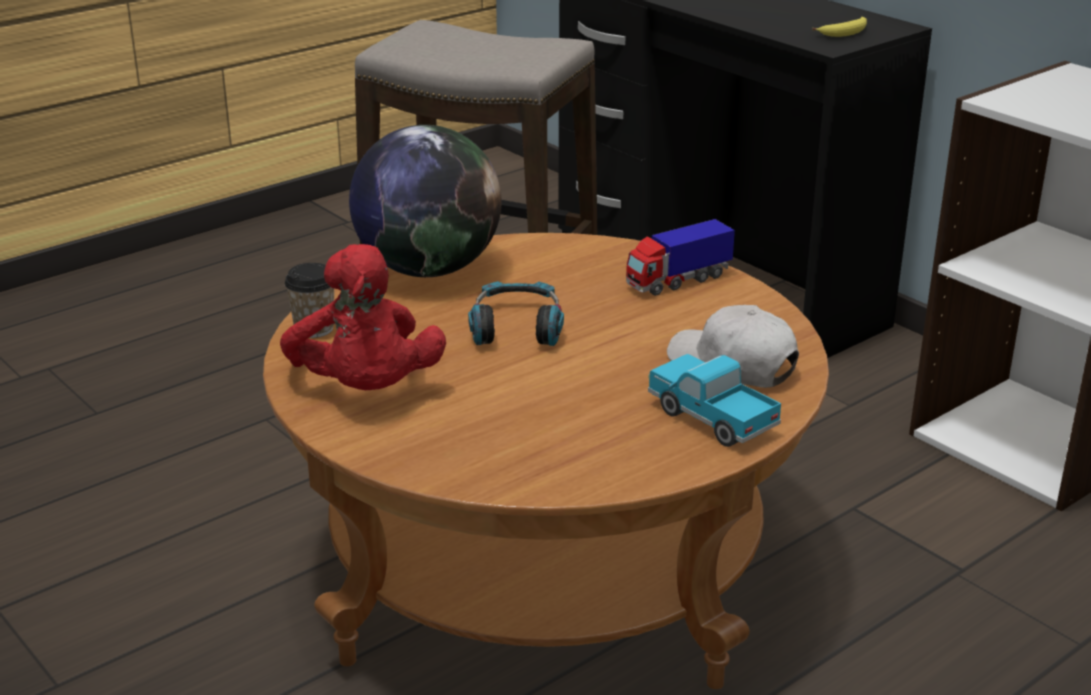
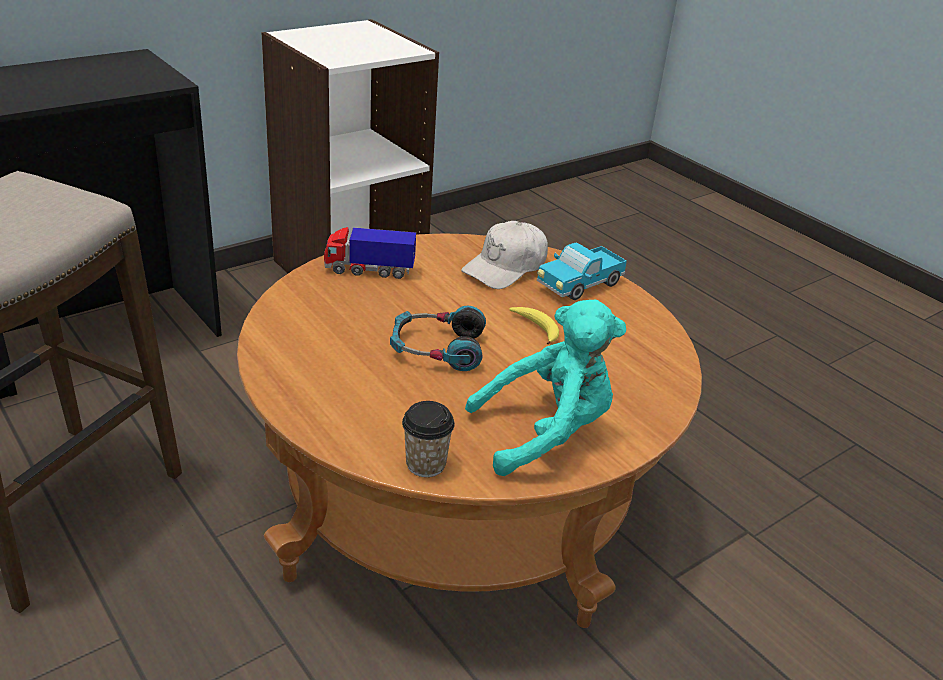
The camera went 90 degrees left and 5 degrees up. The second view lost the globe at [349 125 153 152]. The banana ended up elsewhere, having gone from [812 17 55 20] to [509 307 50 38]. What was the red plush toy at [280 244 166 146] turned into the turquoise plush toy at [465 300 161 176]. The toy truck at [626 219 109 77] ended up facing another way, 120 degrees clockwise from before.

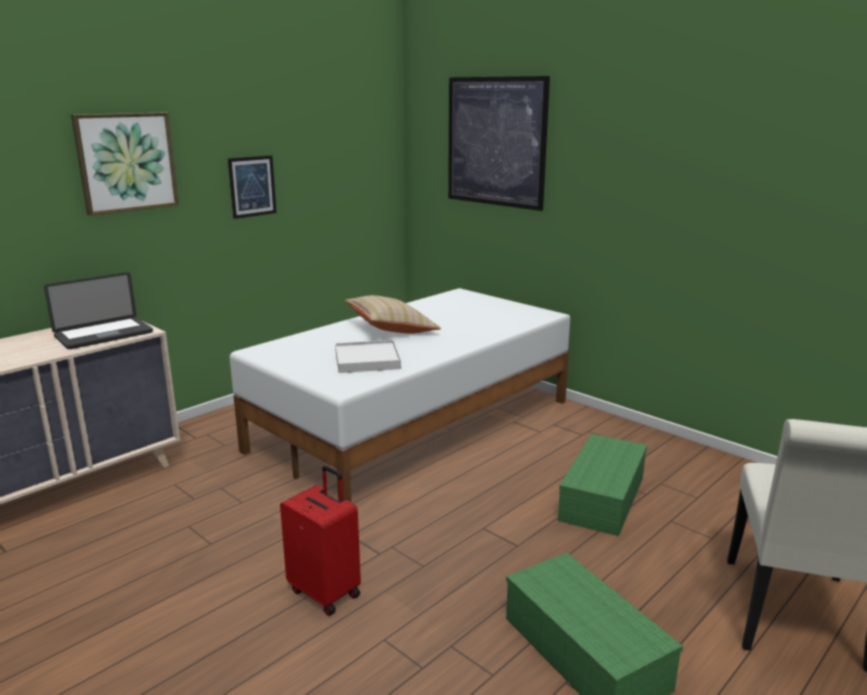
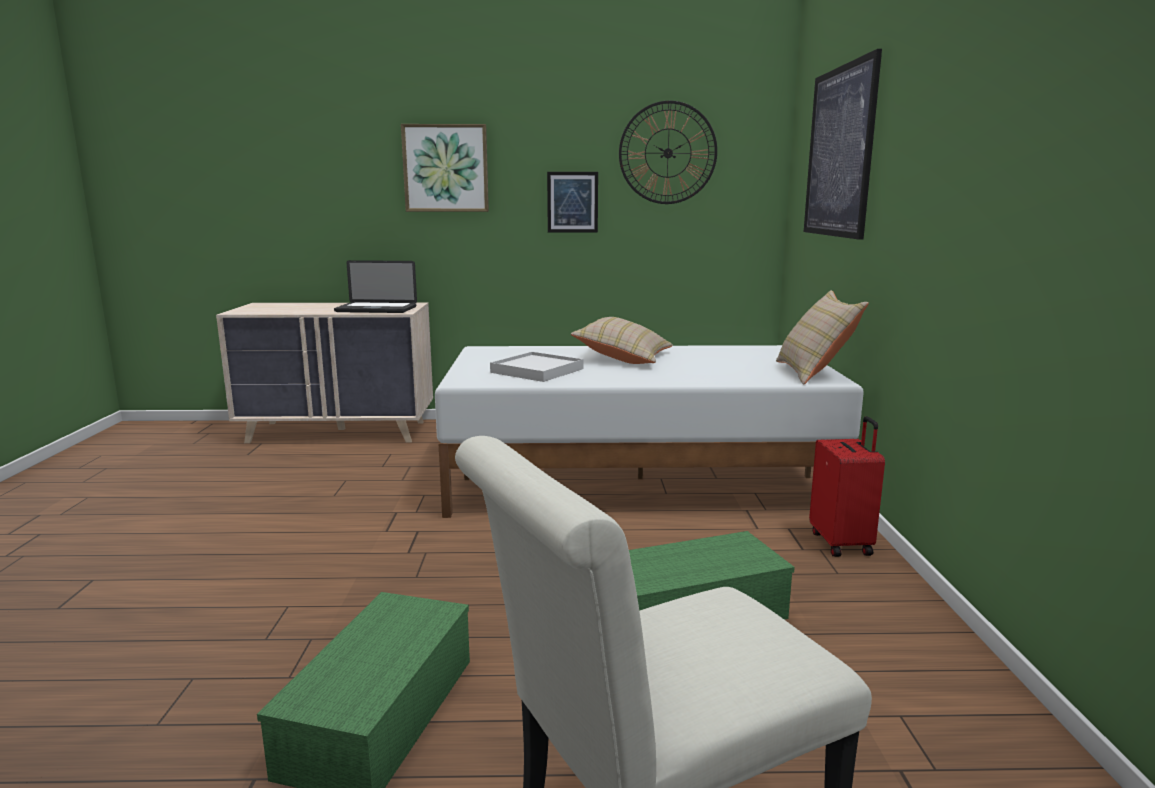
The camera went 45 degrees right and 5 degrees down. The second view gained the wall clock at [619 101 98 103]. The second view gained the beige pillow at [776 290 93 95]. The red suitcase ended up elsewhere, having gone from [280 466 81 150] to [809 416 76 141].

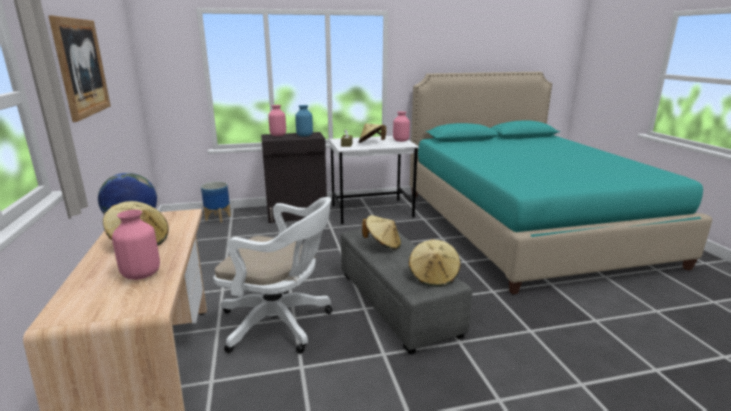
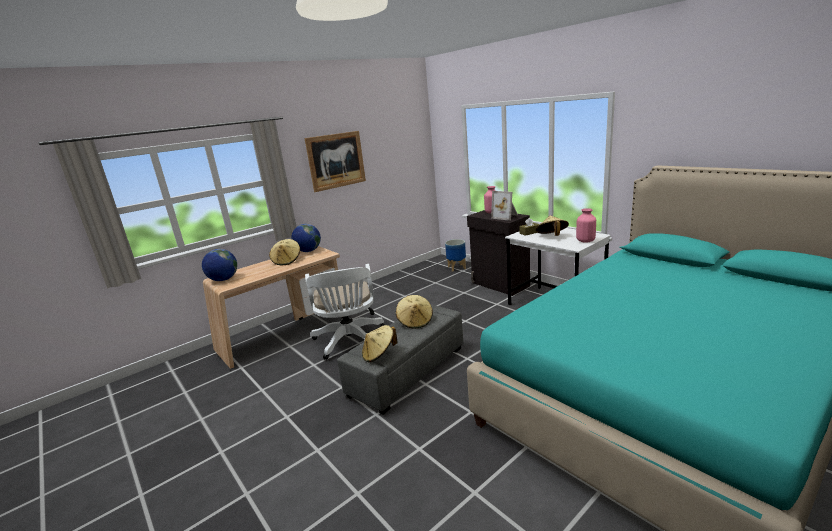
The camera went 65 degrees right and 0 degrees up. The second view lost the pink vase at [112 210 48 70]. The second view gained the globe at [202 249 35 32]. Where the blue vase stood at [295 105 18 32], the picture frame came to stand at [491 191 27 30].

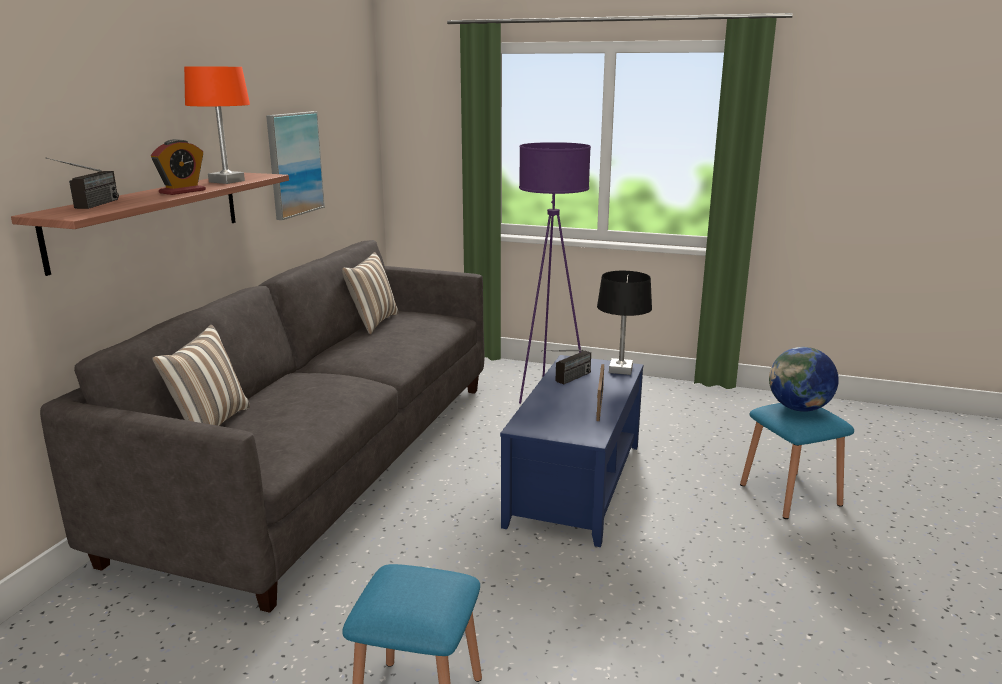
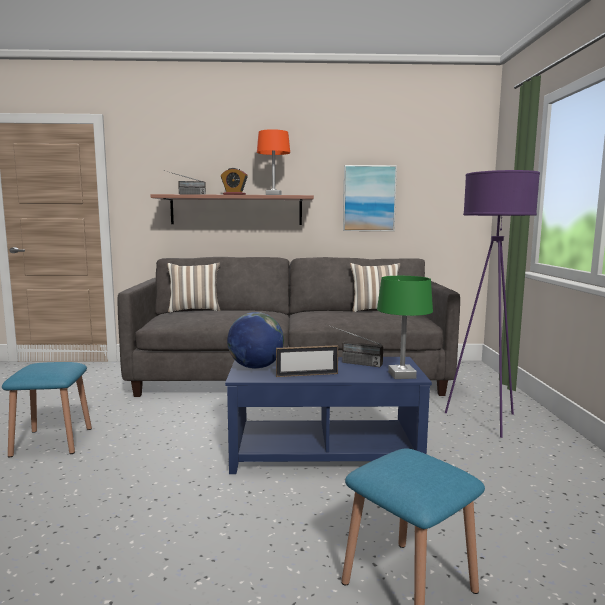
The camera went 70 degrees right and 10 degrees down. The globe ended up elsewhere, having gone from [769 347 70 65] to [227 312 57 57]. What was the black table lamp at [597 271 55 104] turned into the green table lamp at [377 276 56 103].

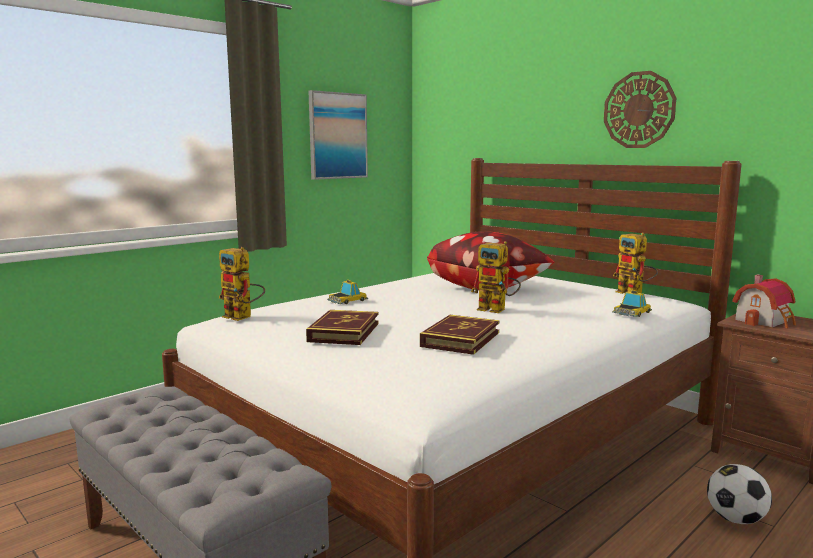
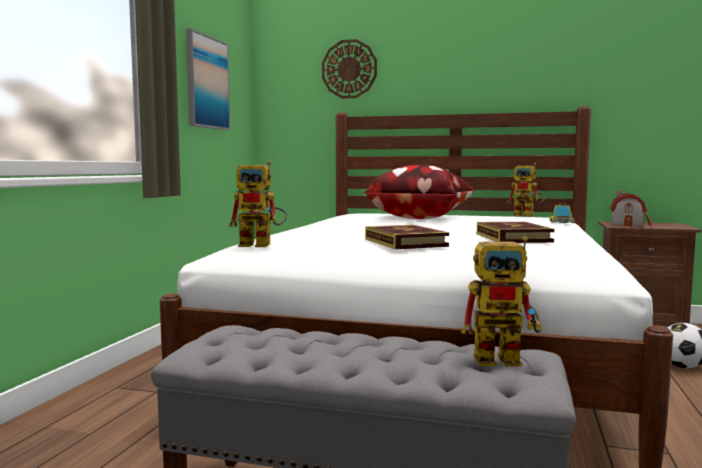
The camera went 30 degrees left and 5 degrees down. The second view lost the toy car at [327 280 41 24]. The toy robot ended up elsewhere, having gone from [471 241 50 72] to [461 236 80 130]. The wall clock ended up elsewhere, having gone from [604 71 72 77] to [322 39 55 60].

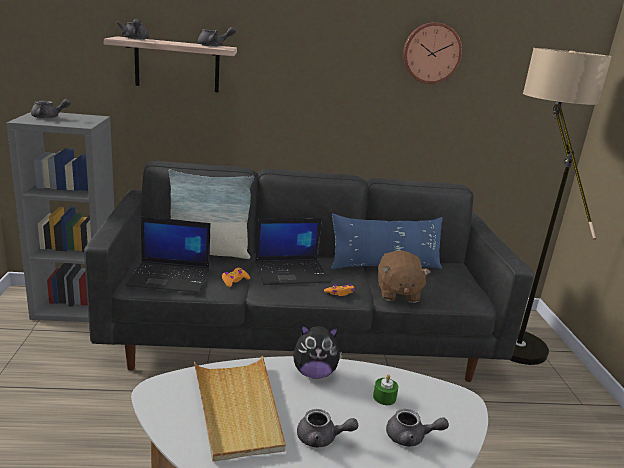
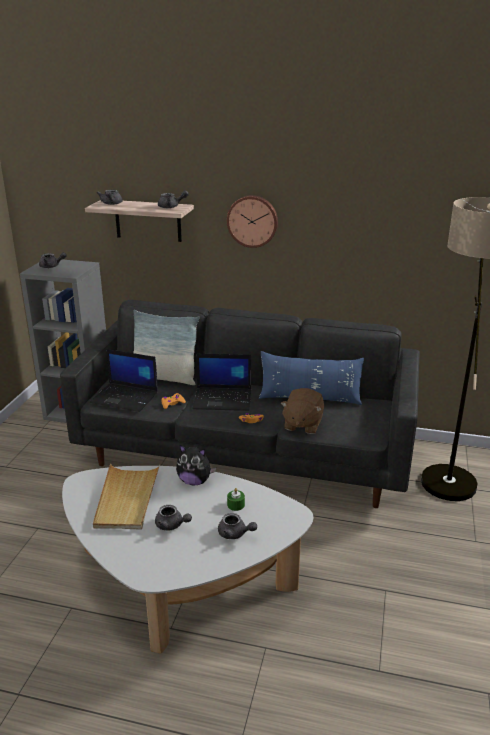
The camera went 20 degrees right and 5 degrees up. The wall clock ended up elsewhere, having gone from [403 22 59 62] to [227 195 51 53].

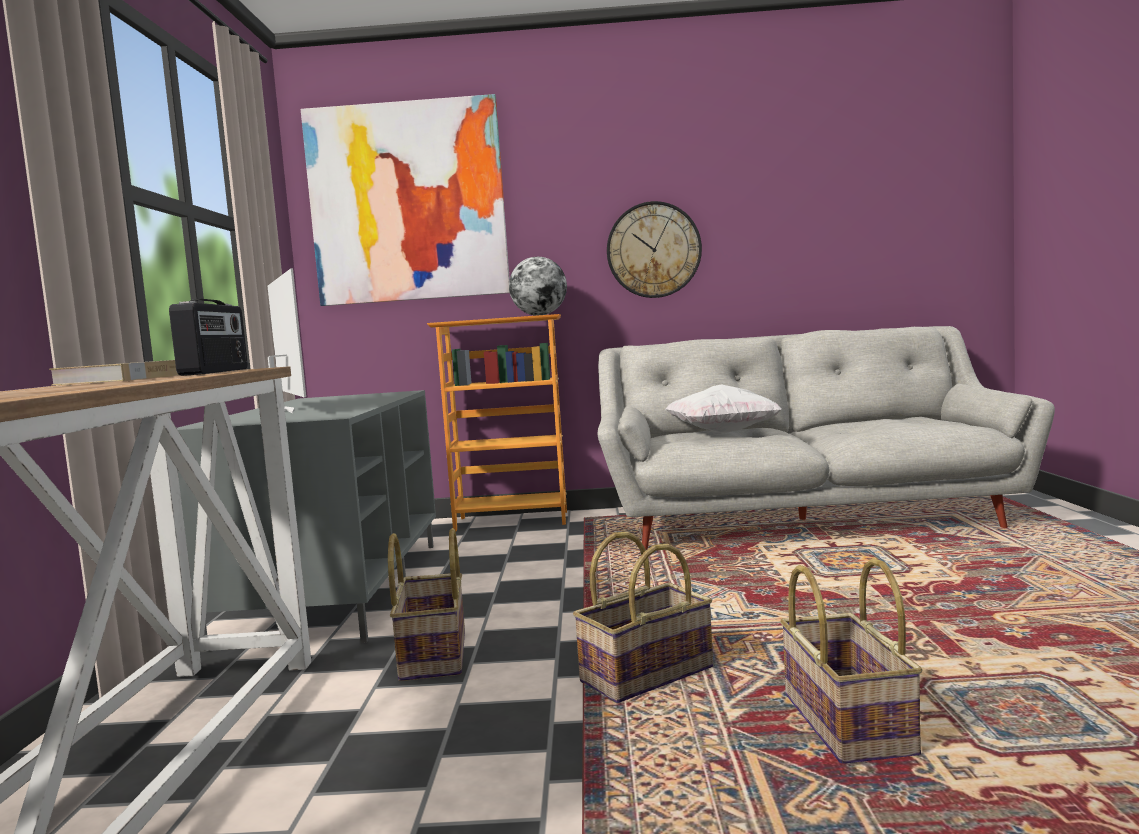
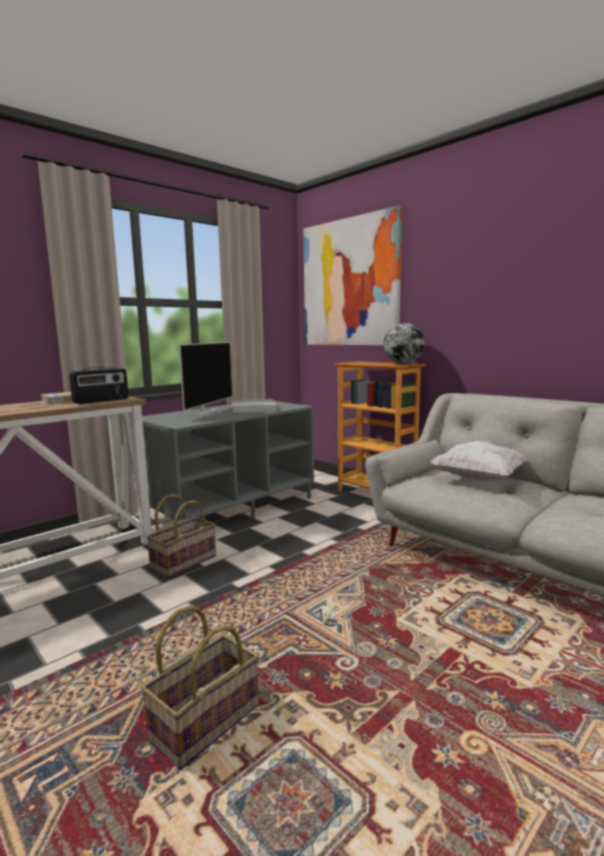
The camera went 45 degrees right and 5 degrees up. The second view lost the basket at [573 532 140 171]. The second view lost the wall clock at [607 201 95 97]. The second view gained the white tray at [232 399 45 14].

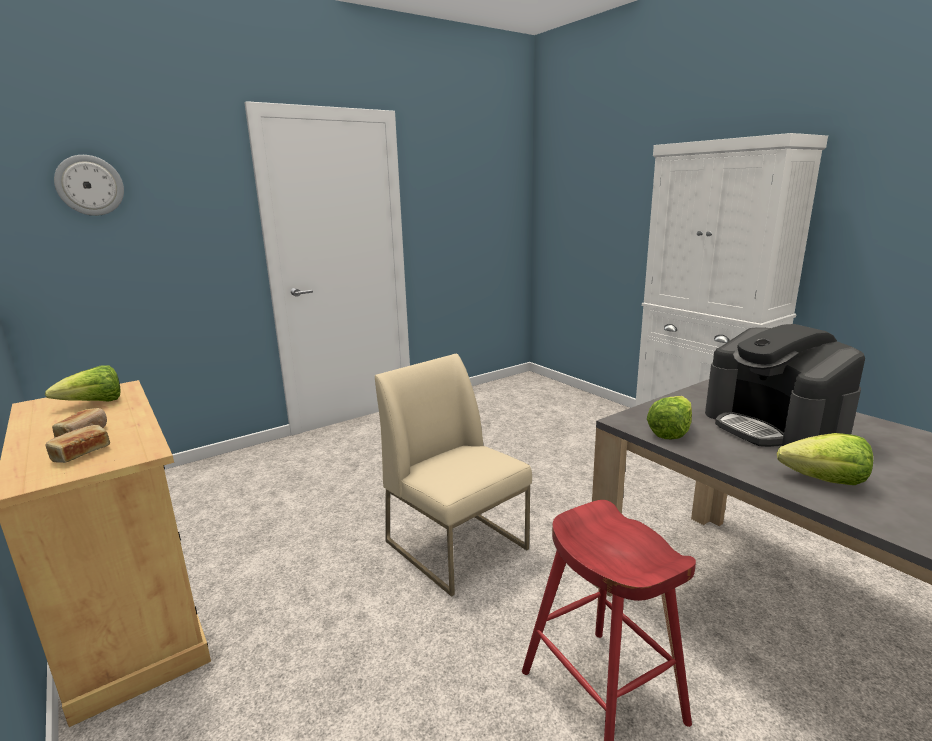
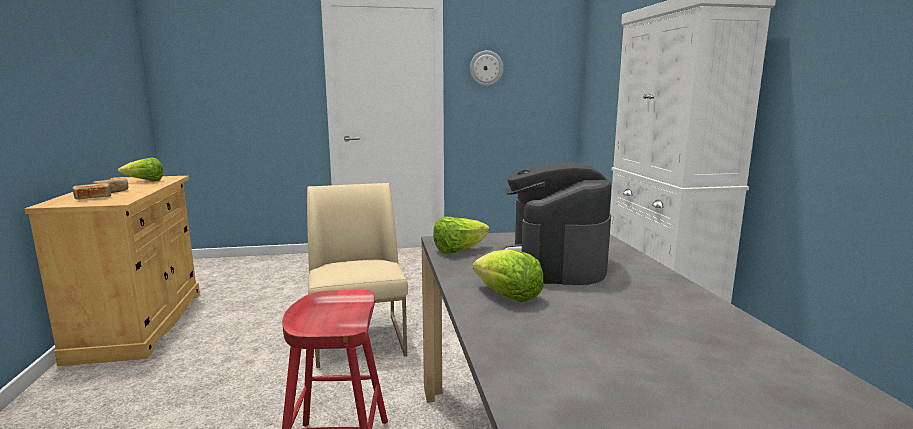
The camera went 25 degrees right and 5 degrees down. The wall clock ended up elsewhere, having gone from [54 155 70 61] to [470 50 33 37].

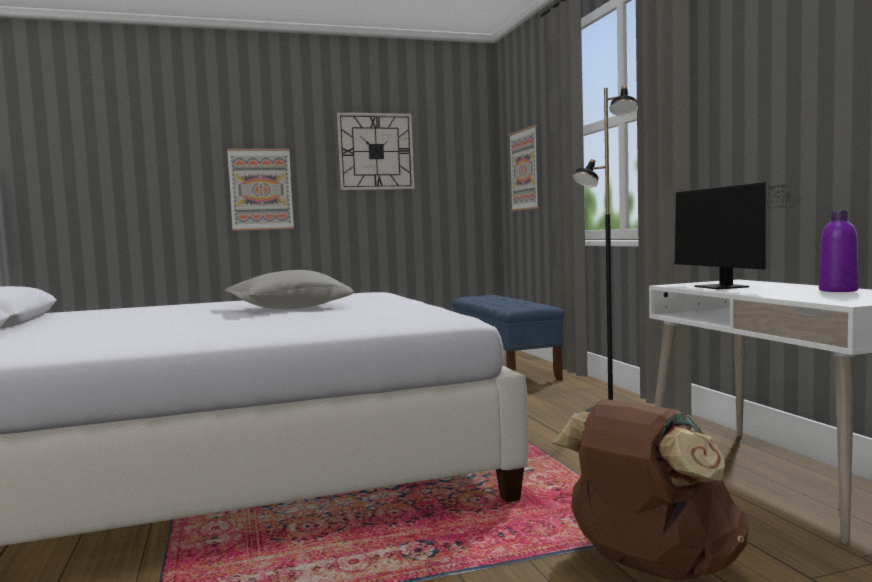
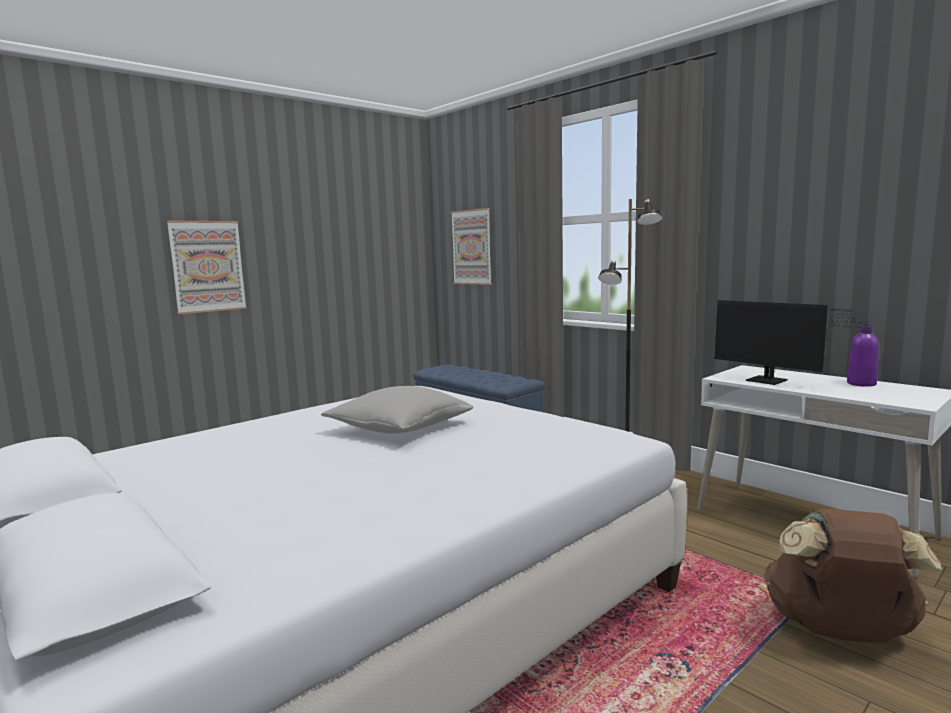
The camera went 25 degrees left and 5 degrees up. The second view lost the wall clock at [337 112 78 78].

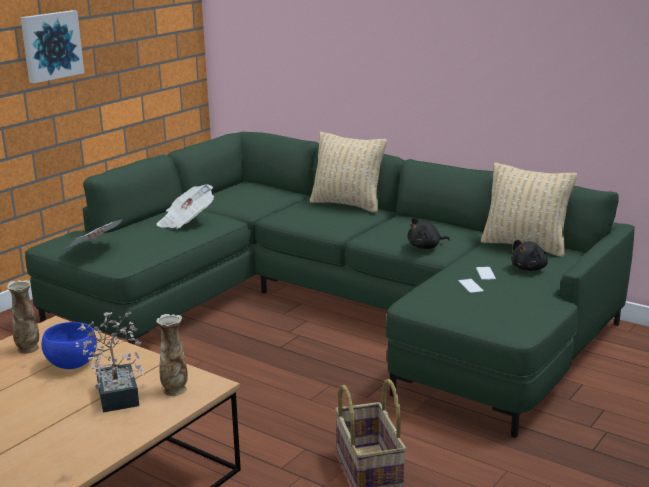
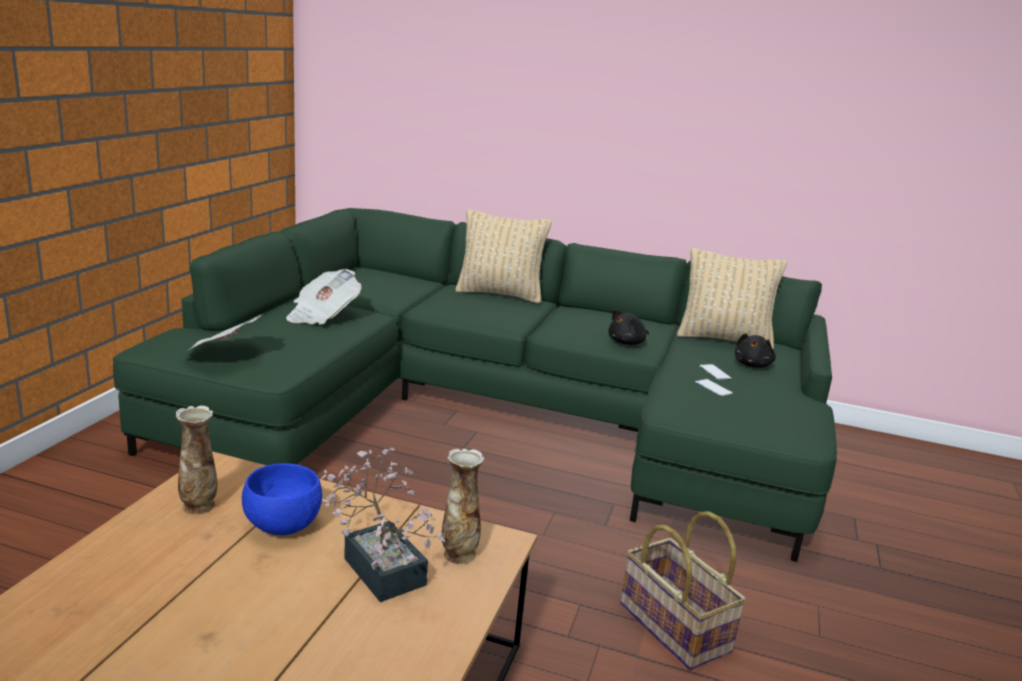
The camera went 20 degrees left and 0 degrees up. The second view lost the picture at [20 10 64 73].

